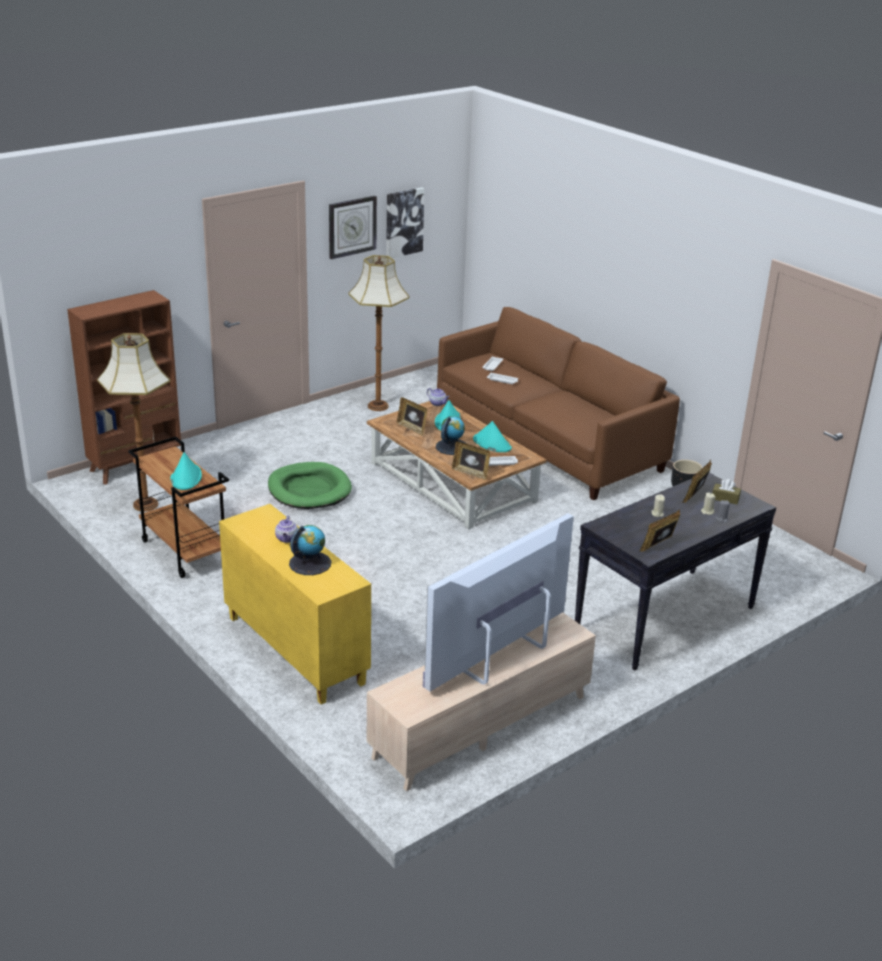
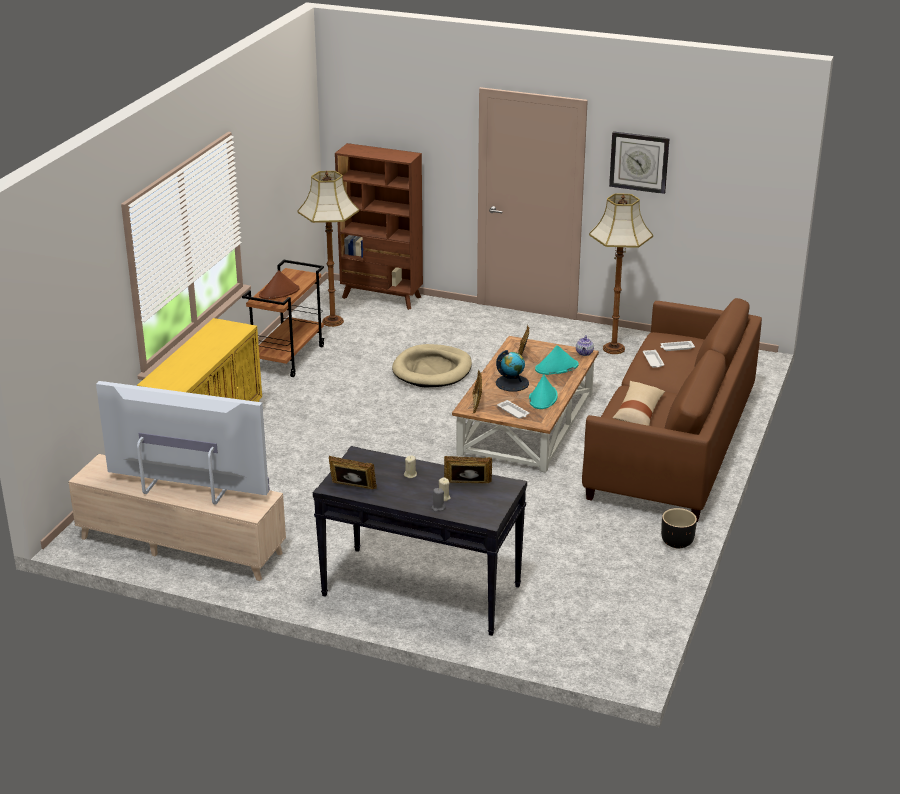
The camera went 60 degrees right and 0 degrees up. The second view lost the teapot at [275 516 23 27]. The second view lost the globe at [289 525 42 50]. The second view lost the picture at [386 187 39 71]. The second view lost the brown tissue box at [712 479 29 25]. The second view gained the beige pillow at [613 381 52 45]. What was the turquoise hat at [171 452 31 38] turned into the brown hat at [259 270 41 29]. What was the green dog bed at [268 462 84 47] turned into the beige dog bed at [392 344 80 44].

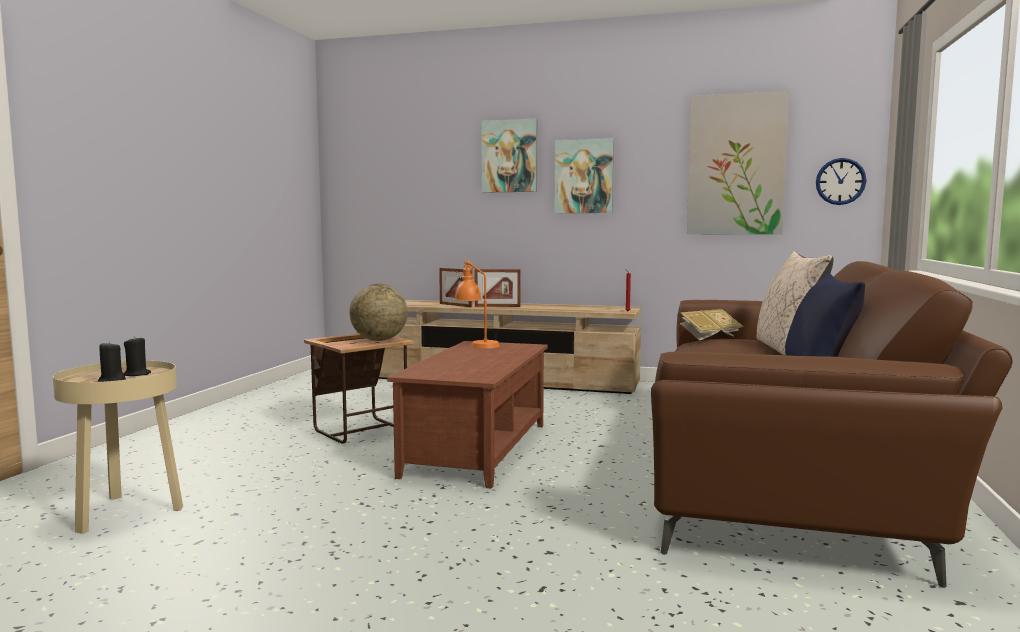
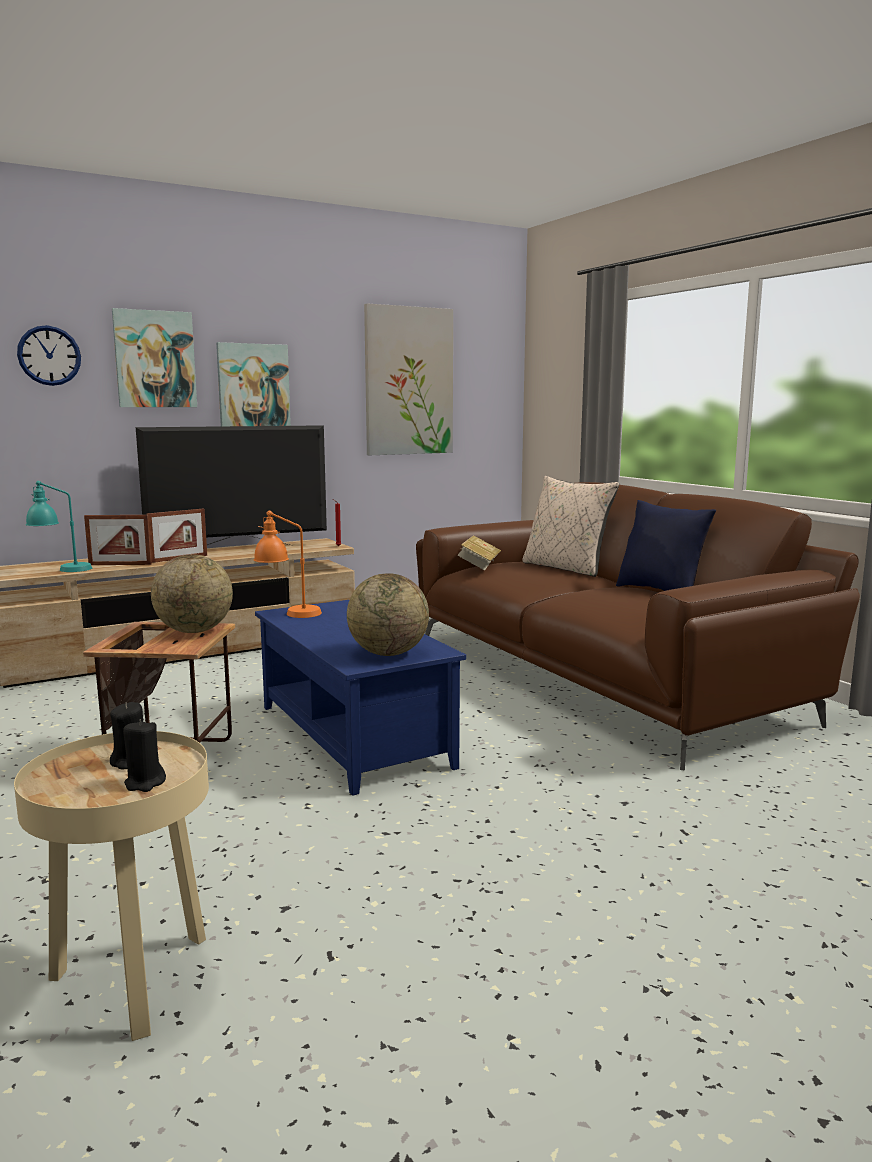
The camera went 45 degrees left and 5 degrees up. The second view gained the turquoise table lamp at [26 481 66 91]. The second view gained the television at [136 425 191 120]. The second view gained the globe at [347 573 82 83]. The wall clock ended up elsewhere, having gone from [816 158 50 47] to [17 325 64 61]. What was the brown coffee table at [387 341 161 148] turned into the blue coffee table at [255 600 211 196].

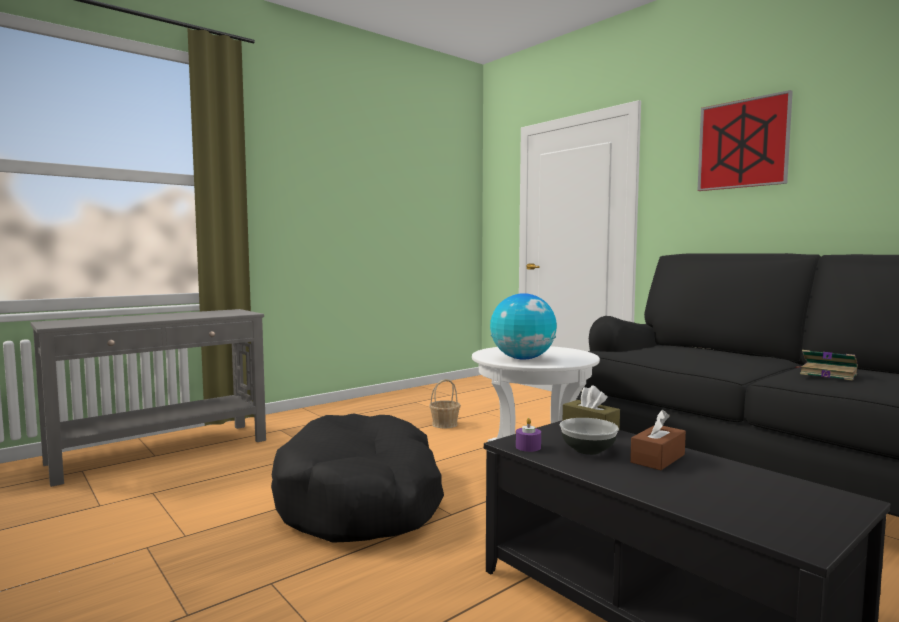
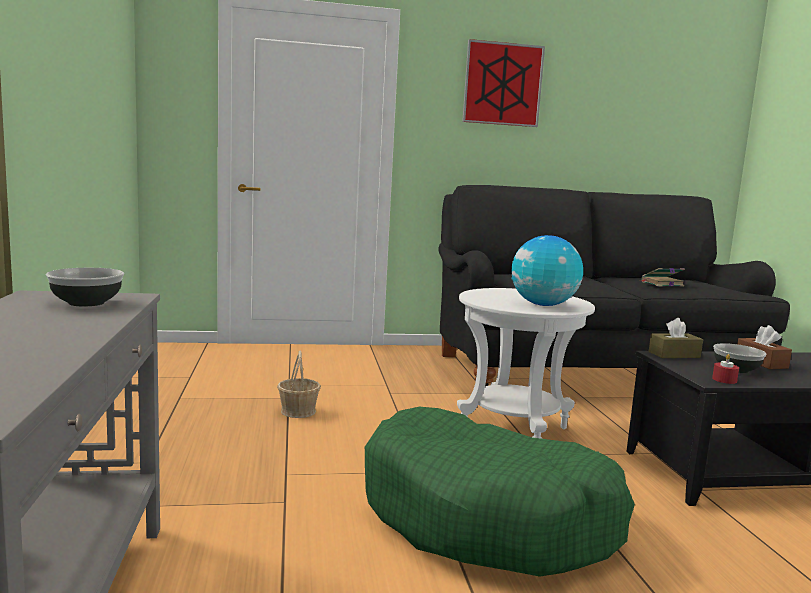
The camera went 60 degrees left and 5 degrees up. The second view gained the bowl at [46 268 78 39]. What was the black dog bed at [271 413 173 130] turned into the green dog bed at [365 407 270 170]. What was the purple candle at [516 418 25 34] turned into the red candle at [712 354 27 30].

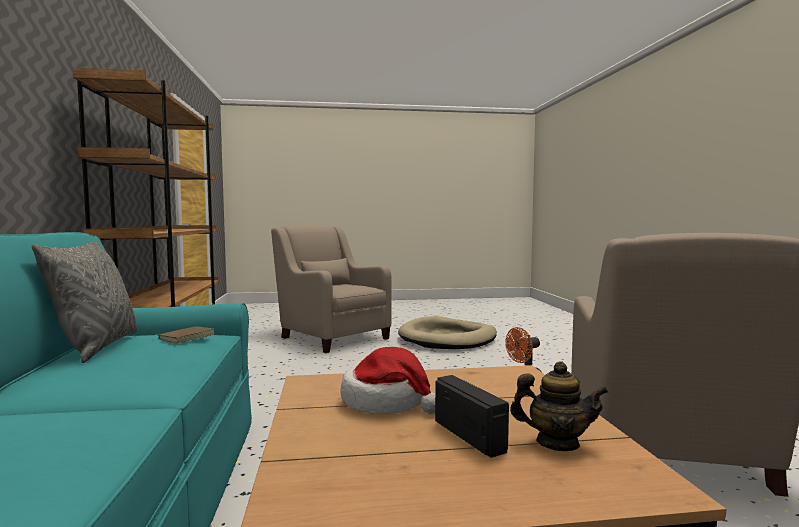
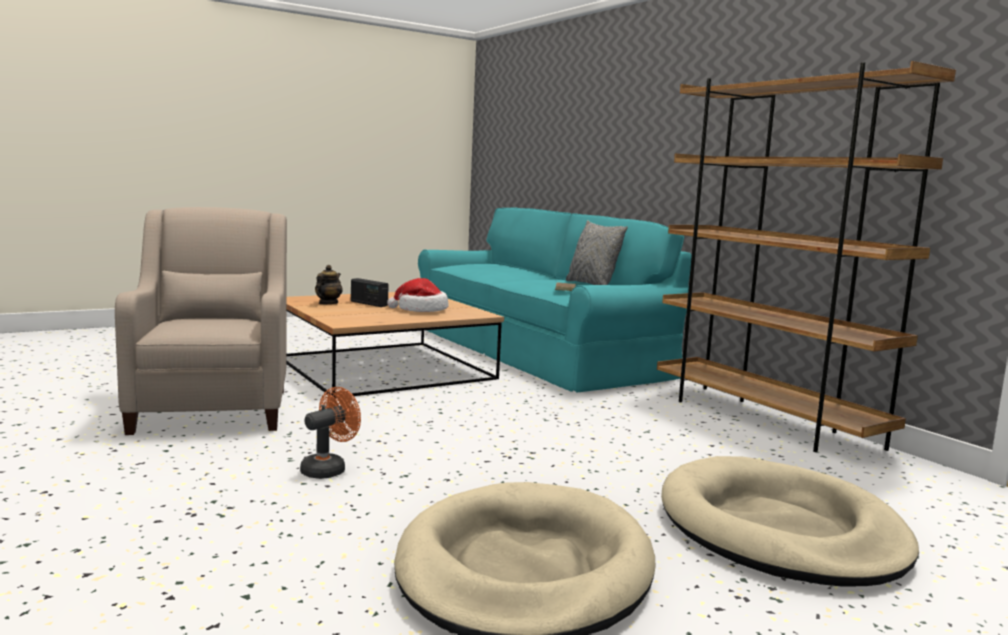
The camera went 155 degrees right and 5 degrees up. Where the beige armchair stood at [271 224 121 129], the beige dog bed came to stand at [661 456 258 131]. The teapot at [510 361 99 90] ended up facing another way, 120 degrees clockwise from before.

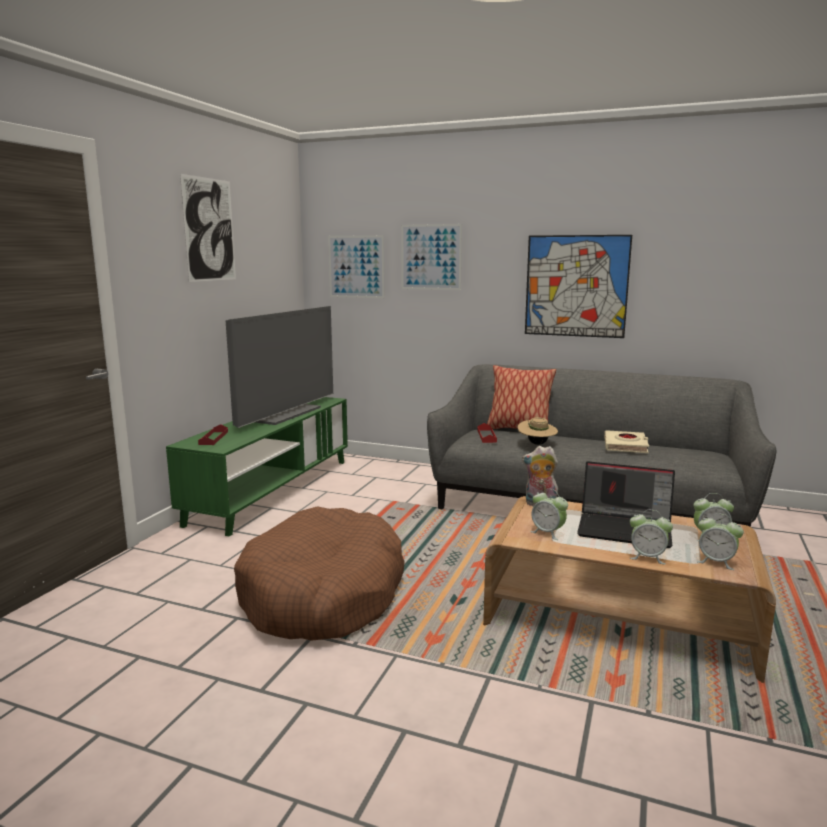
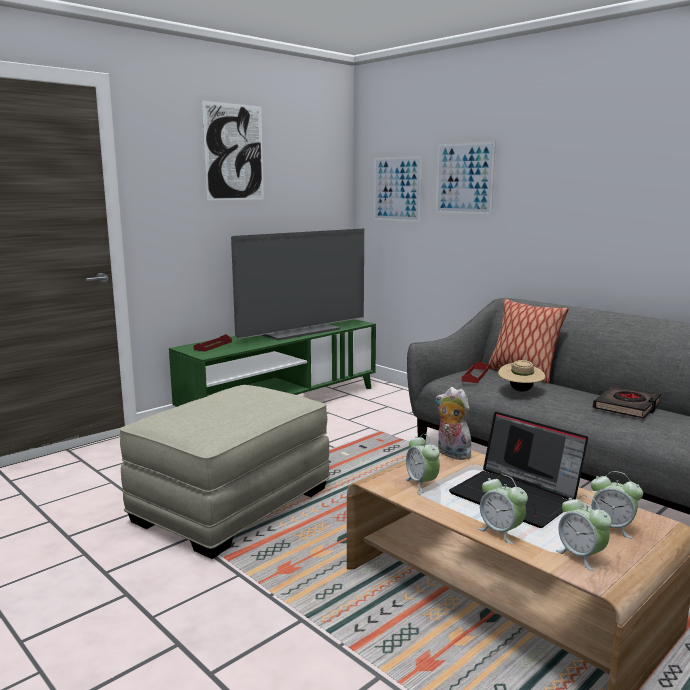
The camera went 25 degrees right and 0 degrees up. The second view lost the picture at [525 235 107 103]. Where the brown dog bed stood at [234 506 171 135], the beige ottoman came to stand at [119 385 210 174]. What was the beige book at [604 430 45 23] turned into the black book at [593 386 68 33].

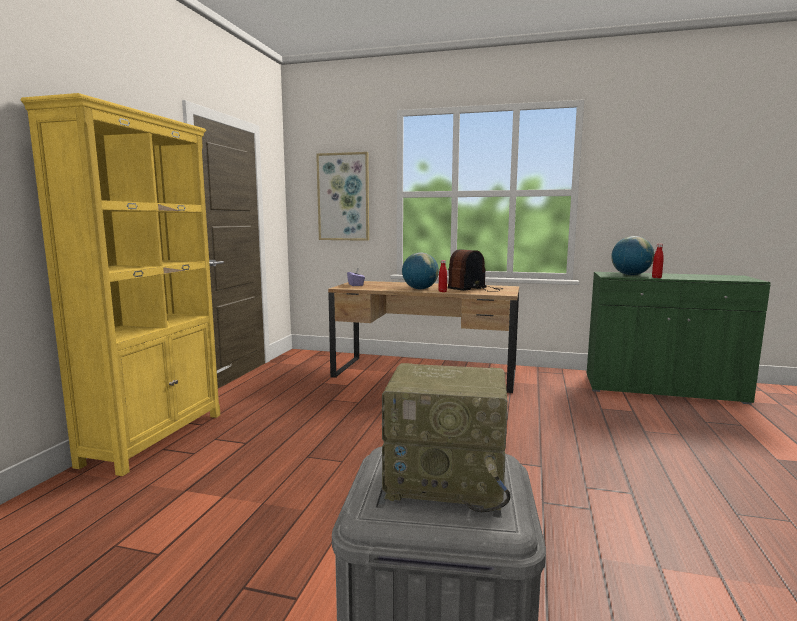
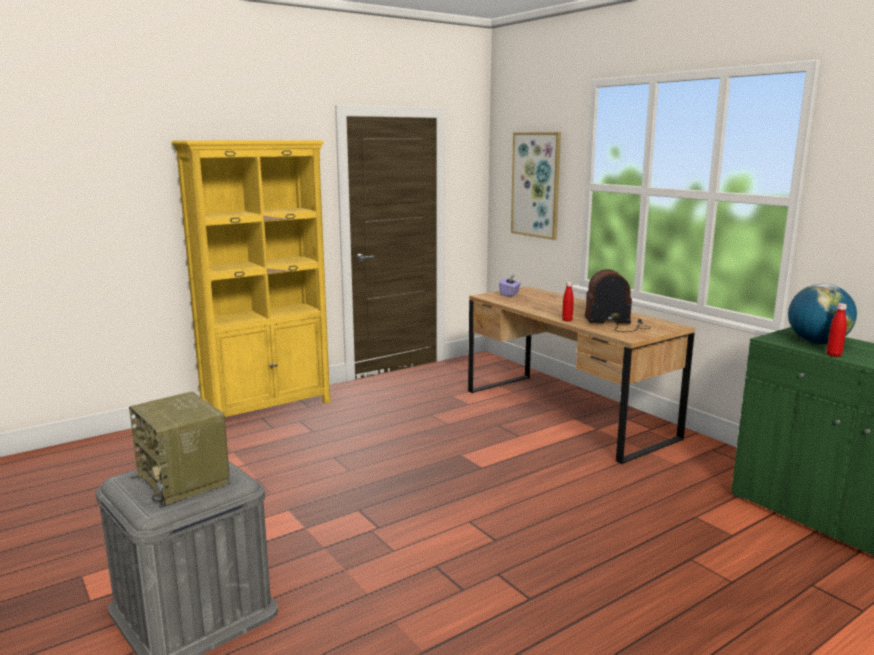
The camera went 40 degrees right and 5 degrees up. The second view lost the globe at [402 252 37 37].

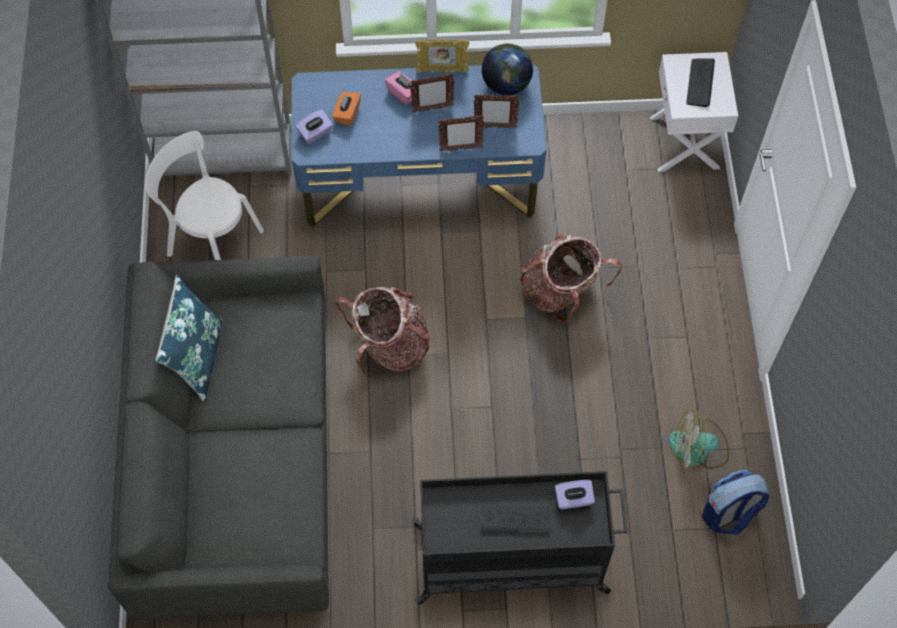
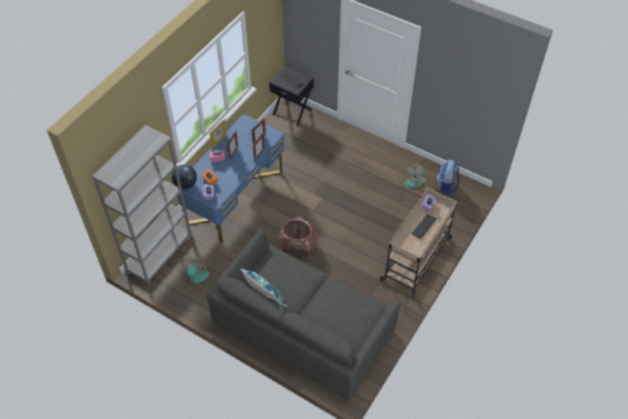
The camera went 55 degrees left and 10 degrees down. The second view lost the backpack at [520 234 102 88]. The globe ended up elsewhere, having gone from [482 43 51 52] to [172 165 25 25]. Where the white chair stood at [146 131 118 129], the fan came to stand at [182 255 27 38]. What was the black cart at [411 471 217 134] turned into the beige cart at [380 188 77 110]. What was the white nightstand at [650 52 88 120] turned into the black nightstand at [269 66 45 60].

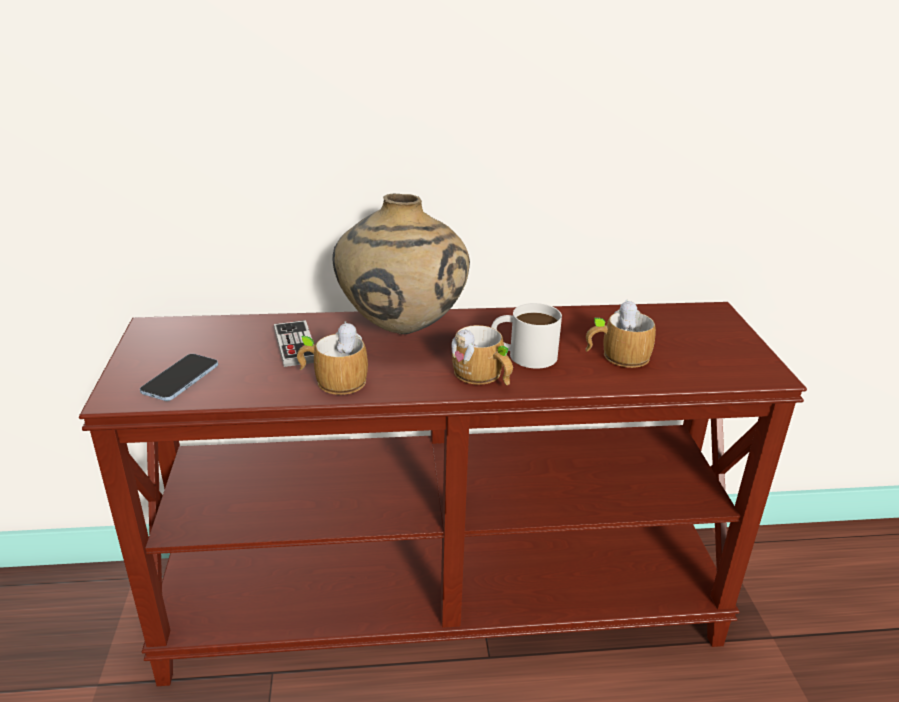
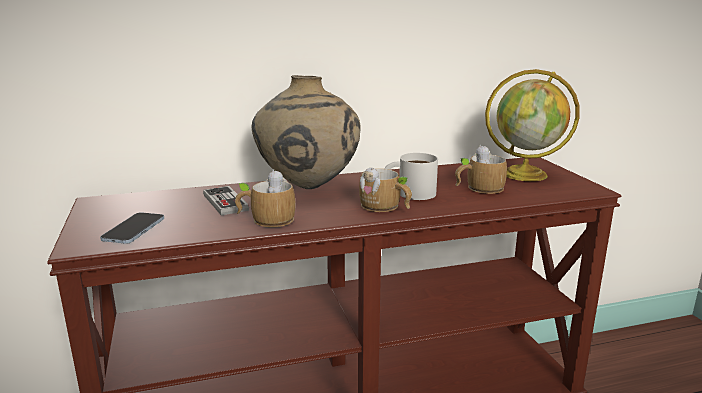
The camera went 10 degrees left and 10 degrees down. The second view gained the globe at [485 69 95 112].

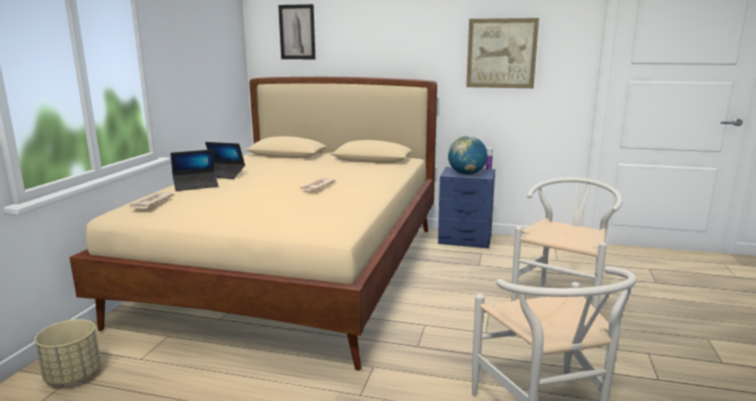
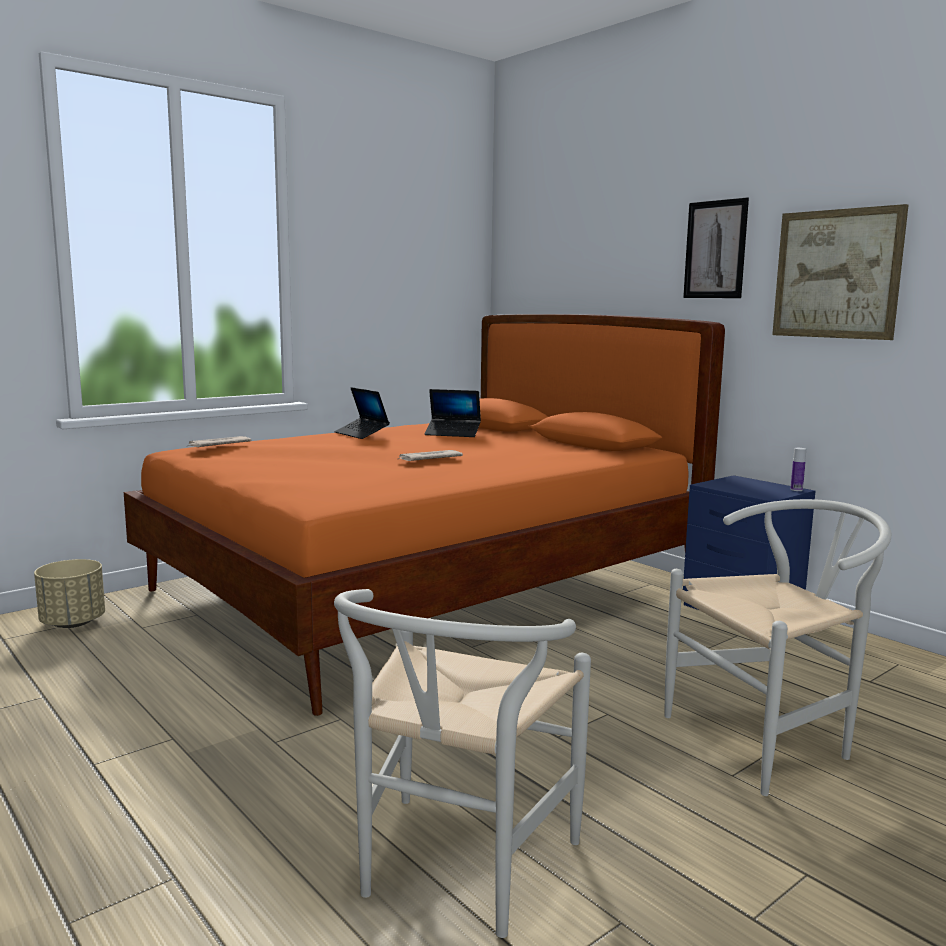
The camera went 35 degrees right and 5 degrees down. The second view lost the globe at [448 136 39 39]. The laptop ended up elsewhere, having gone from [171 149 48 42] to [425 389 56 48]. The picture ended up elsewhere, having gone from [278 4 37 55] to [683 198 66 100]. What was the beige bed at [69 77 368 293] turned into the orange bed at [124 314 601 402].

